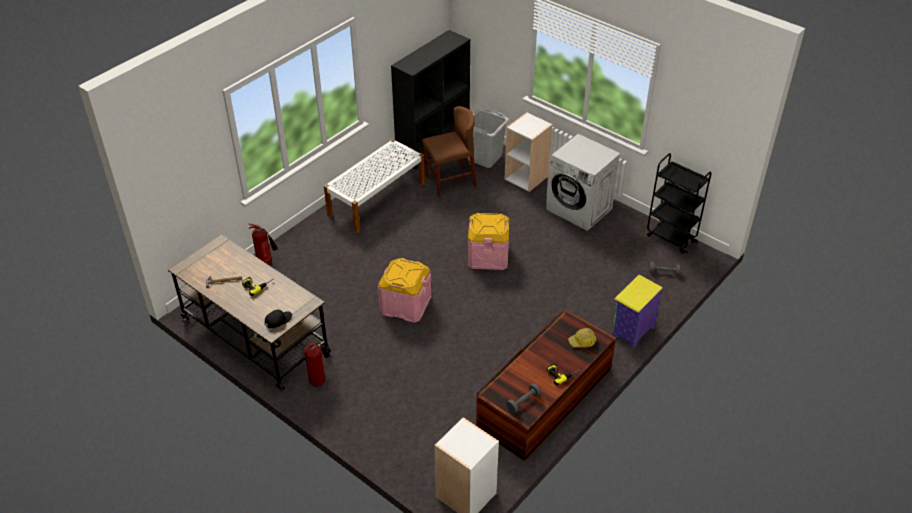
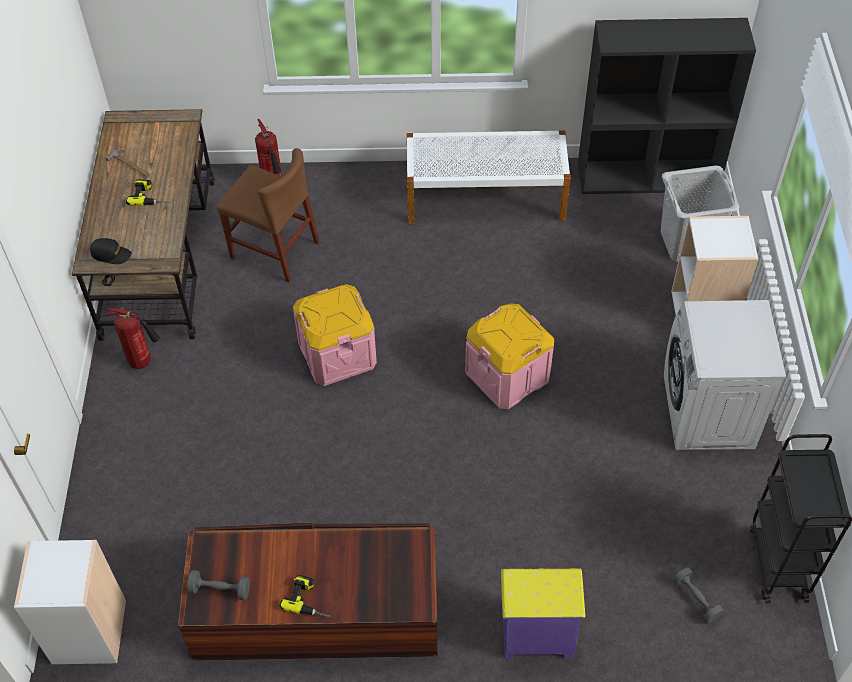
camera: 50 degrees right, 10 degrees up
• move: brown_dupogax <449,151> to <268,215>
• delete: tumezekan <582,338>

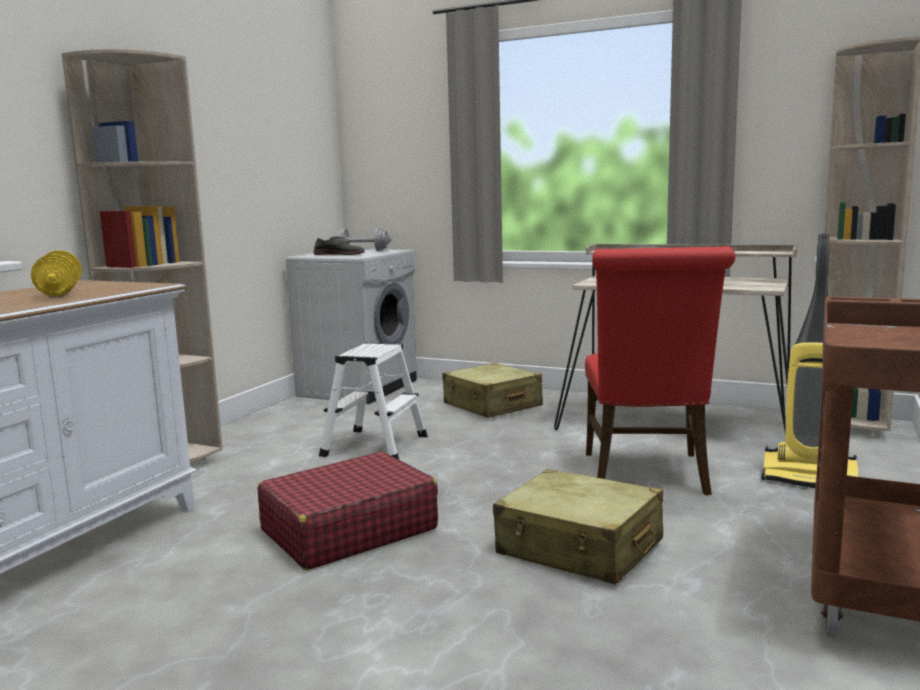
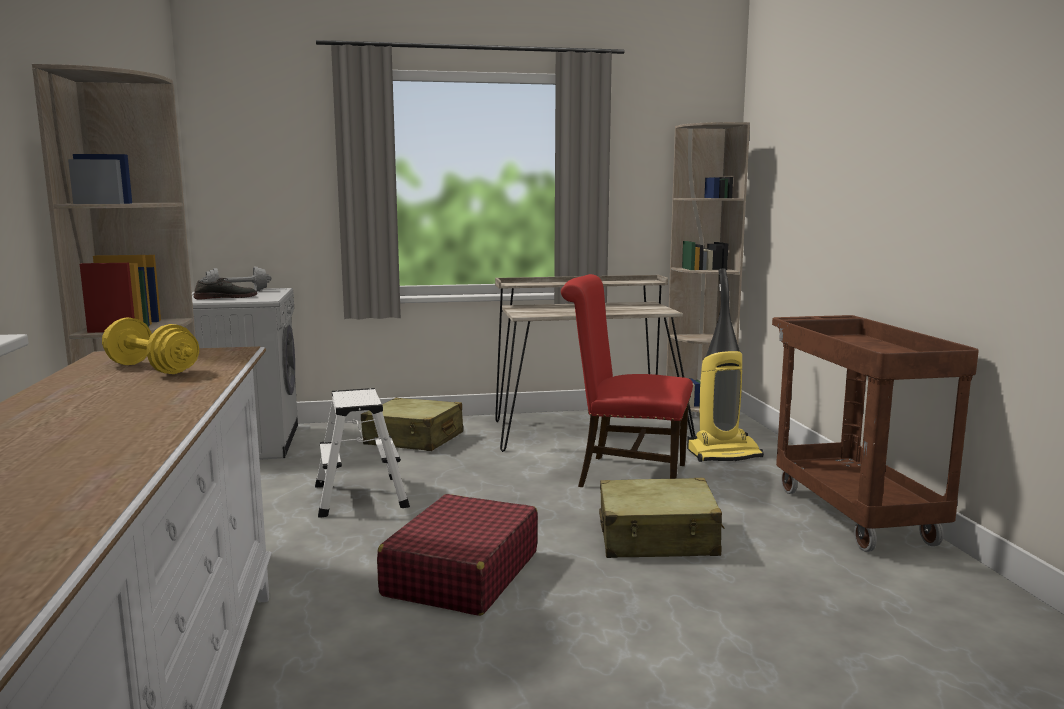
camera: 35 degrees left, 0 degrees up
• rotate: red_dupogax <660,370> = <627,380> 135 degrees clockwise

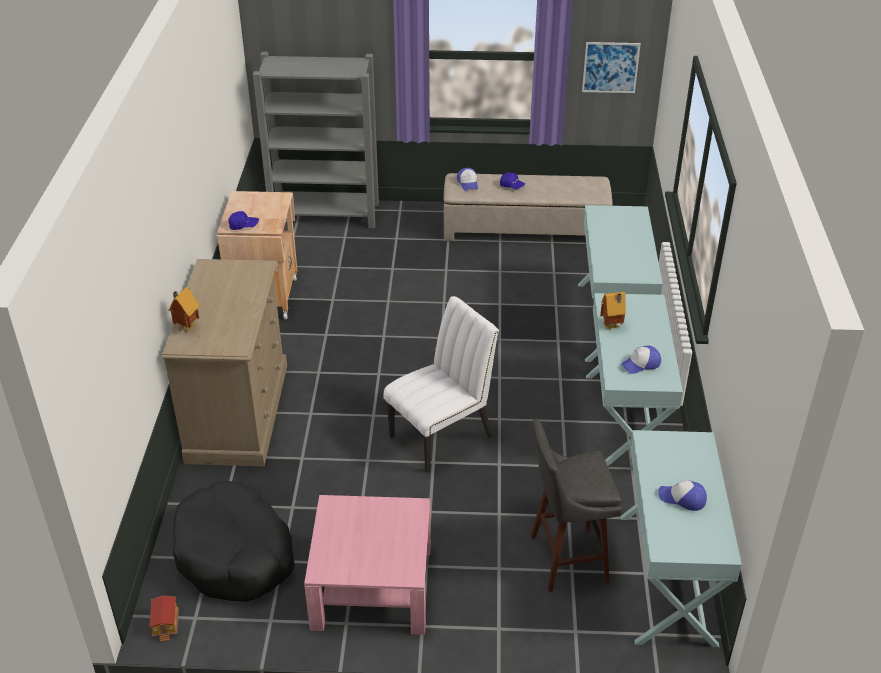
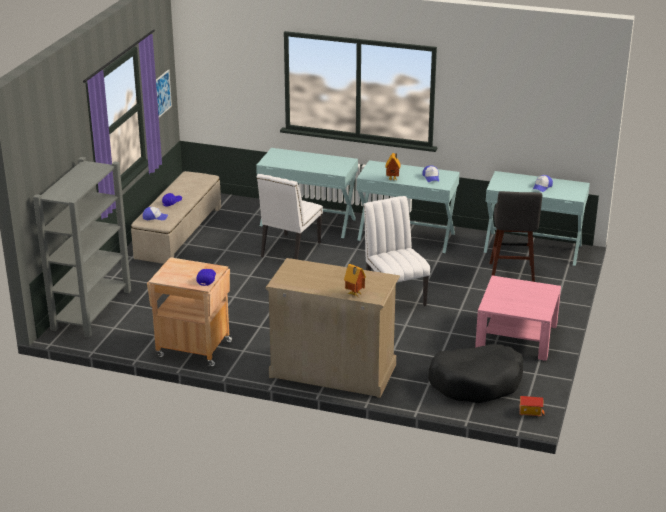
camera: 75 degrees left, 10 degrees down
• insert: white_dupogax <290,217>

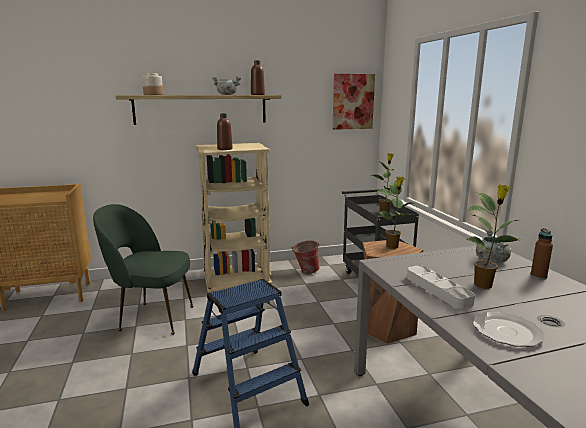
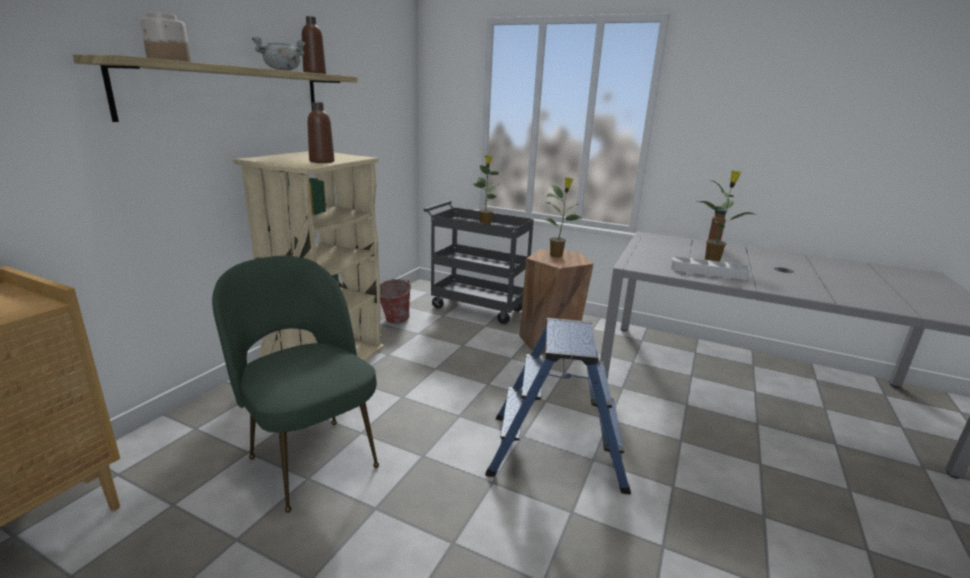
camera: 50 degrees left, 5 degrees up
• rotate: green_dupogax <143,269> = <295,384> 90 degrees clockwise
• delete: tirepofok <354,102>
• delete: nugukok <509,329>
• delete: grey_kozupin <493,246>

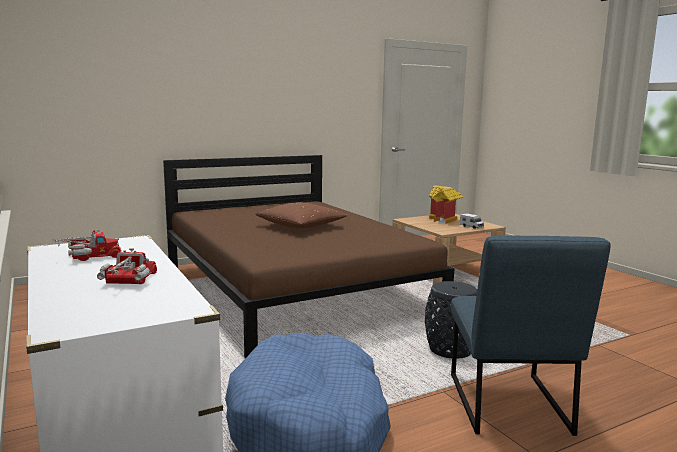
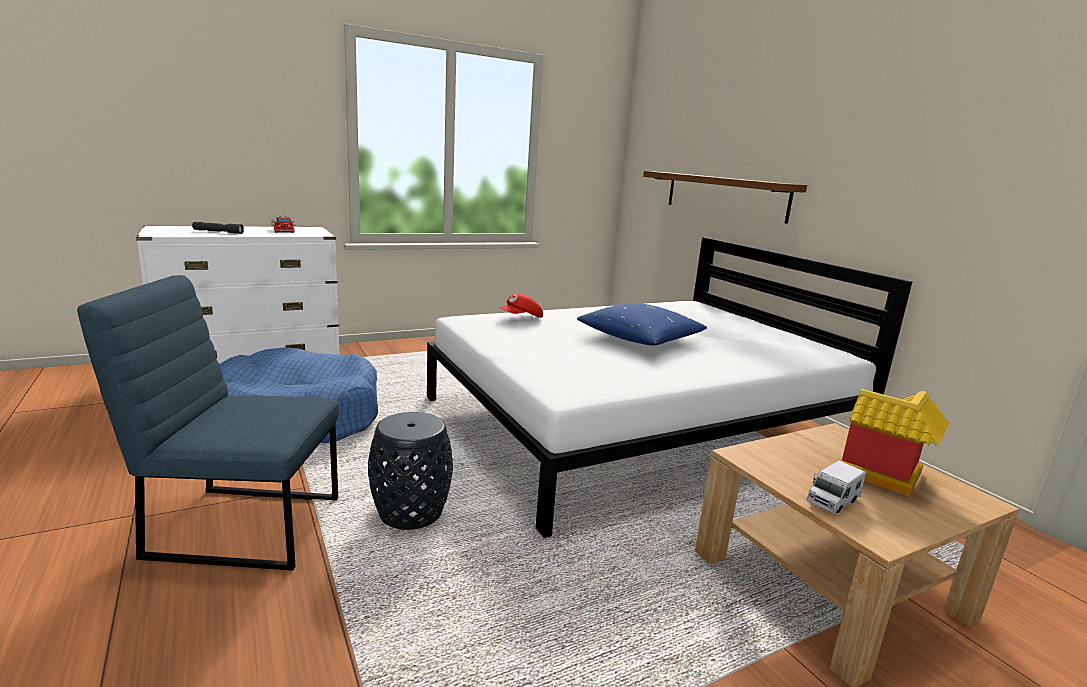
camera: 90 degrees right, 5 degrees up
• replace: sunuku <127,266> to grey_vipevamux <218,228>
• recolor: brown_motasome <308,256> to white_motasome <669,387>
• insert: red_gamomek <521,305>
• recolor: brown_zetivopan <301,215> to blue_zetivopan <642,324>
• insert: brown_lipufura <725,197>

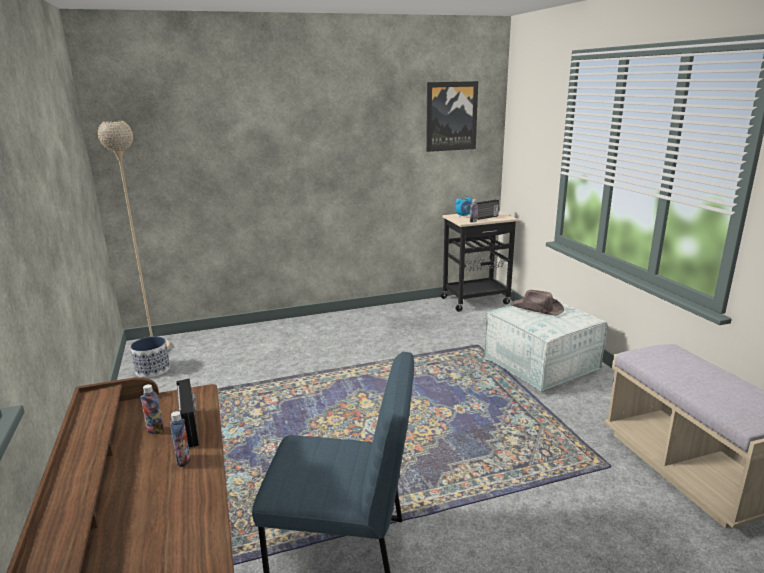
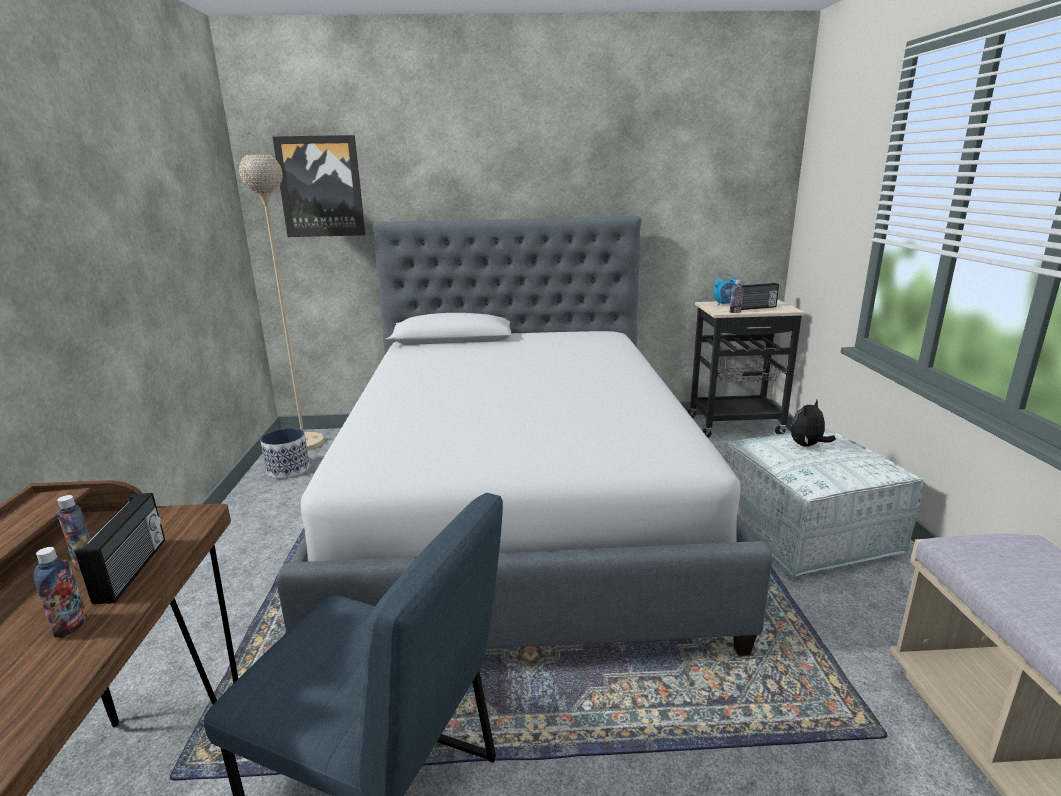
camera: 15 degrees right, 0 degrees up
• move: tirepofok <452,116> to <318,186>
• insert: motasome <524,436>
• replace: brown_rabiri <537,303> to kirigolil <813,423>

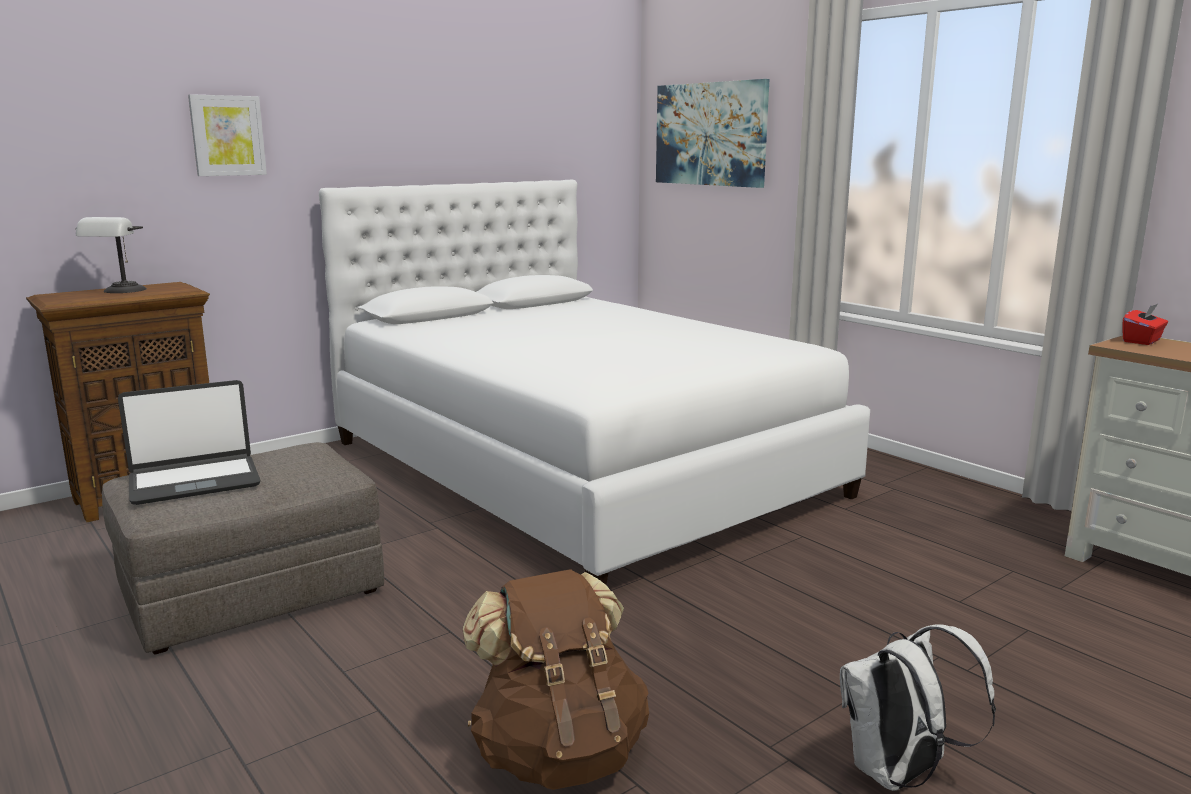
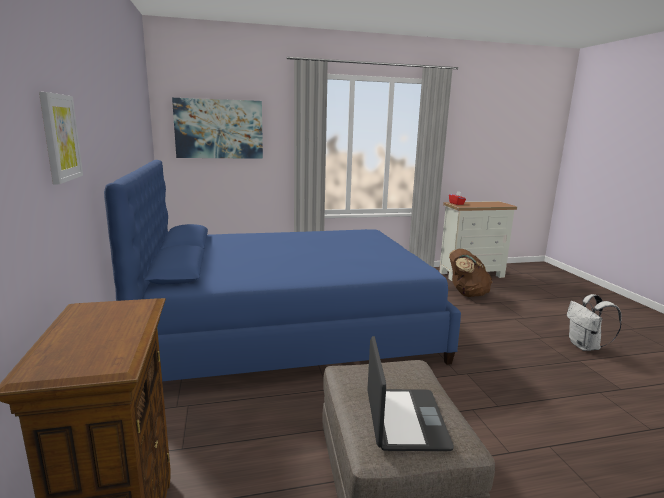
camera: 65 degrees left, 0 degrees up
• recolor: white_motasome <594,382> to blue_motasome <282,270>
• move: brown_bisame <555,679> to <471,273>
• delete: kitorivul <111,255>

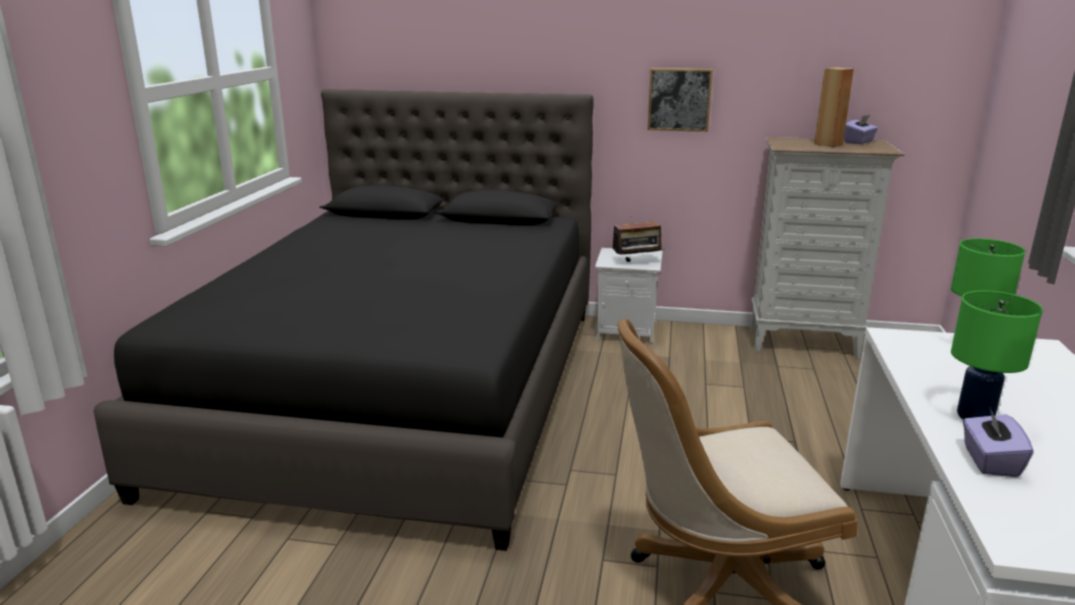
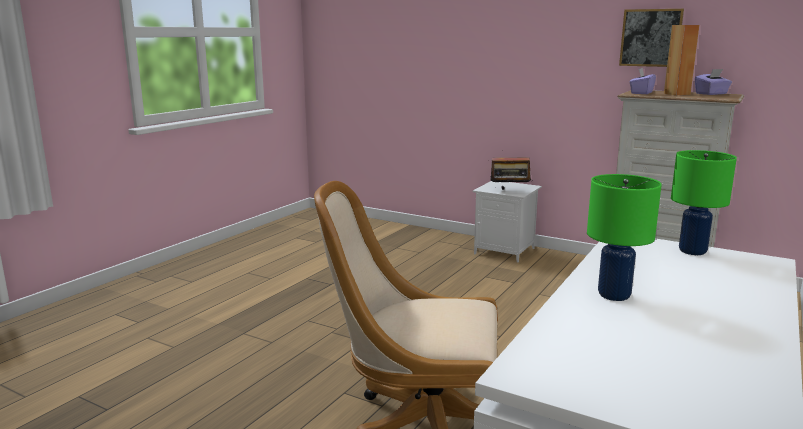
camera: 20 degrees right, 5 degrees down
• move: tirepofok <680,100> to <651,38>
• move: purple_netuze <998,443> to <643,81>
• delete: black_motasome <343,320>

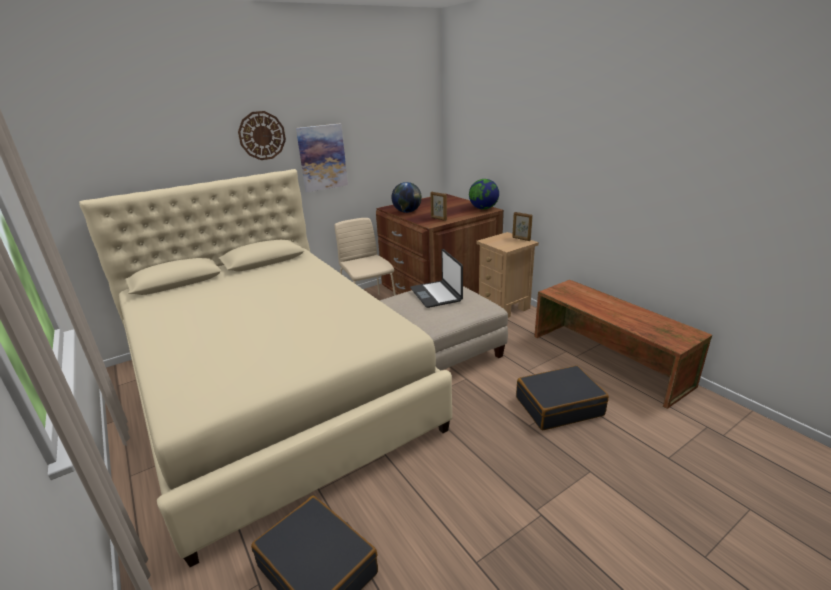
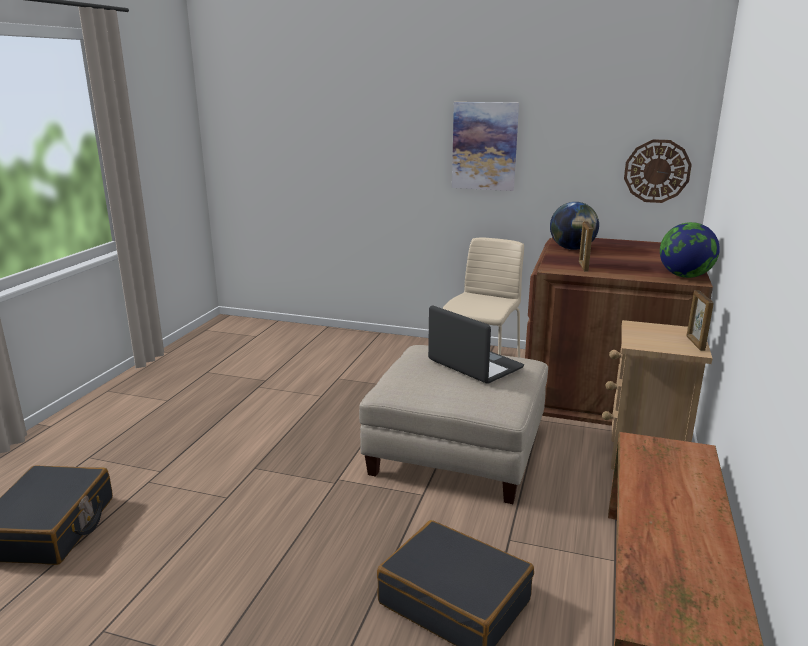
camera: 50 degrees right, 5 degrees down
• rotate: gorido <436,278> = <476,344> 105 degrees clockwise
• move: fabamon <262,135> to <658,171>
• delete: beige_motasome <265,368>

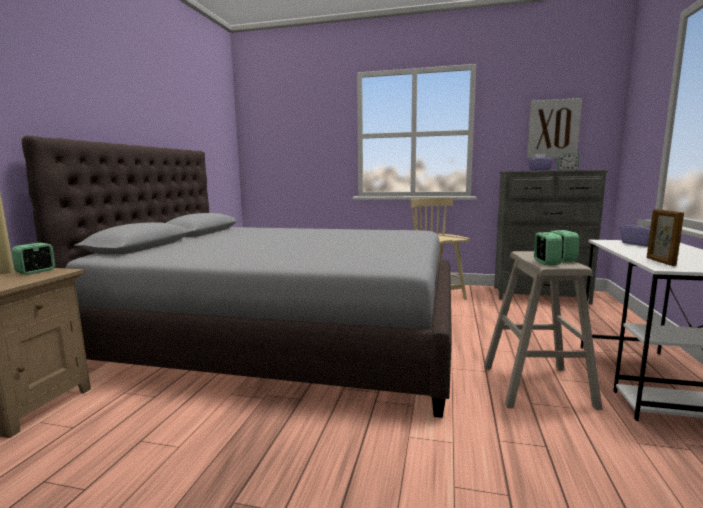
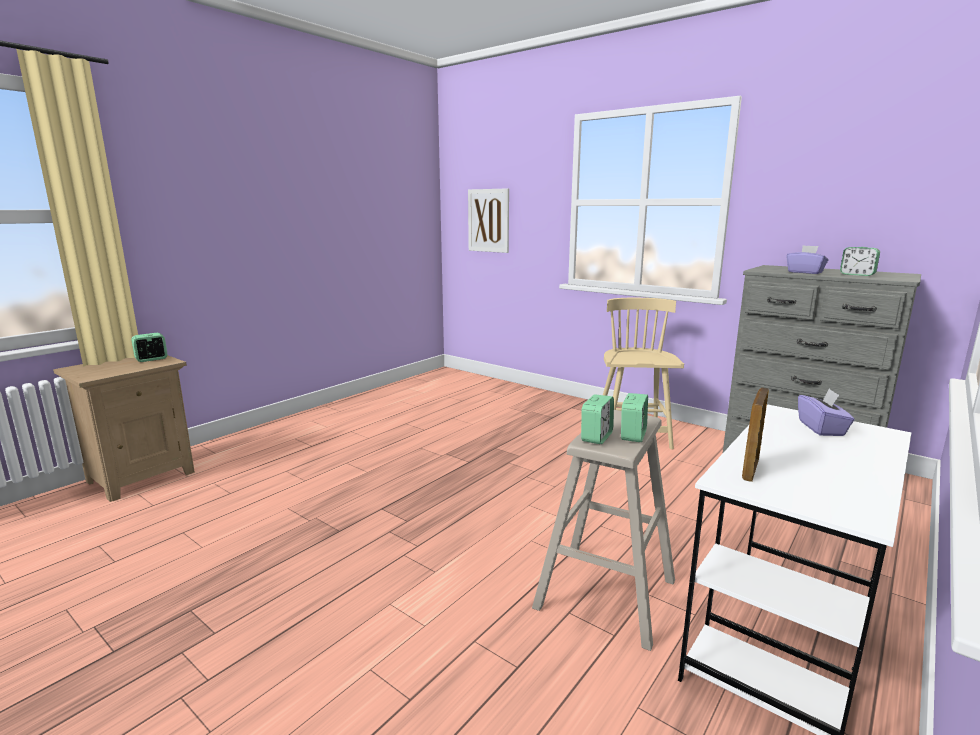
camera: 25 degrees right, 5 degrees up
• move: tirepofok <554,128> to <488,220>
• delete: grey_motasome <237,277>

